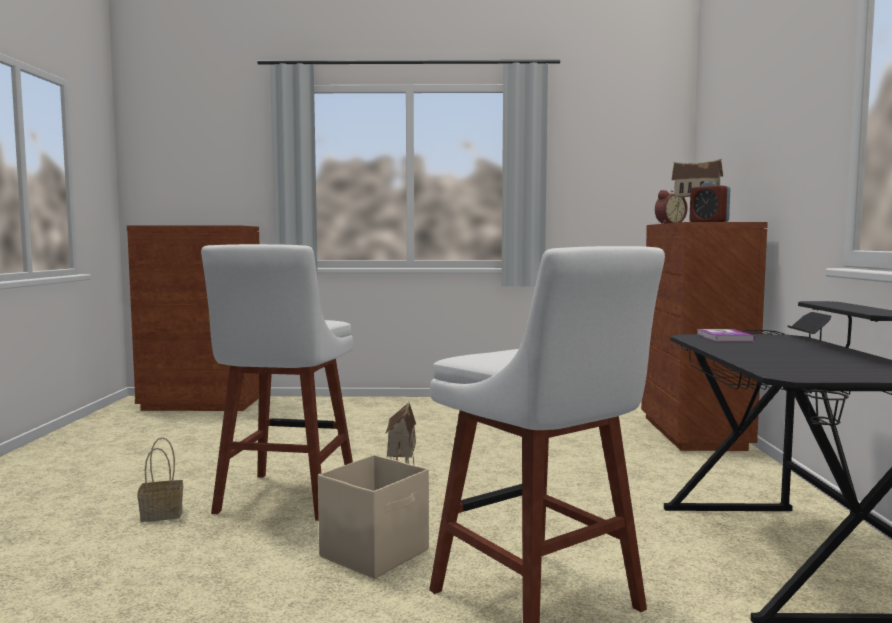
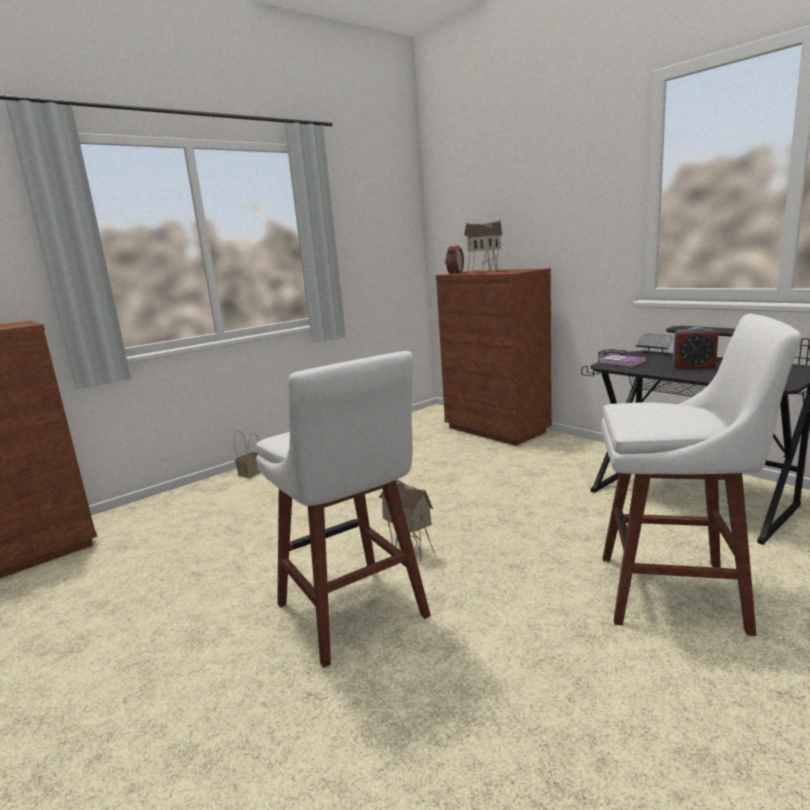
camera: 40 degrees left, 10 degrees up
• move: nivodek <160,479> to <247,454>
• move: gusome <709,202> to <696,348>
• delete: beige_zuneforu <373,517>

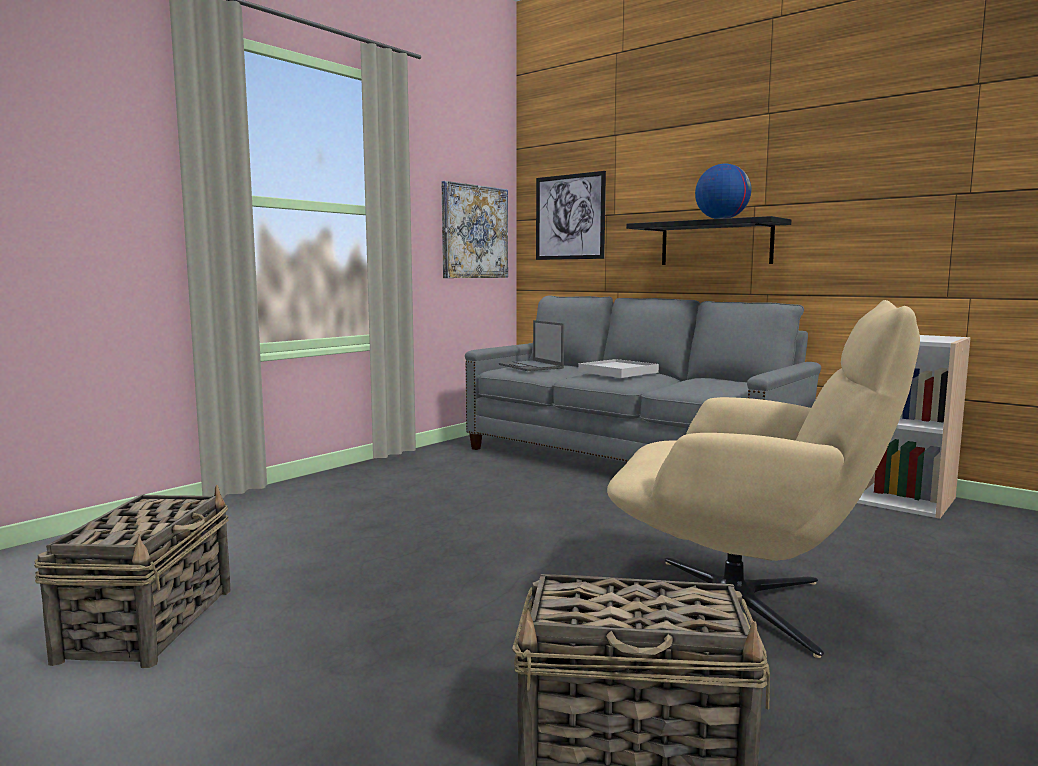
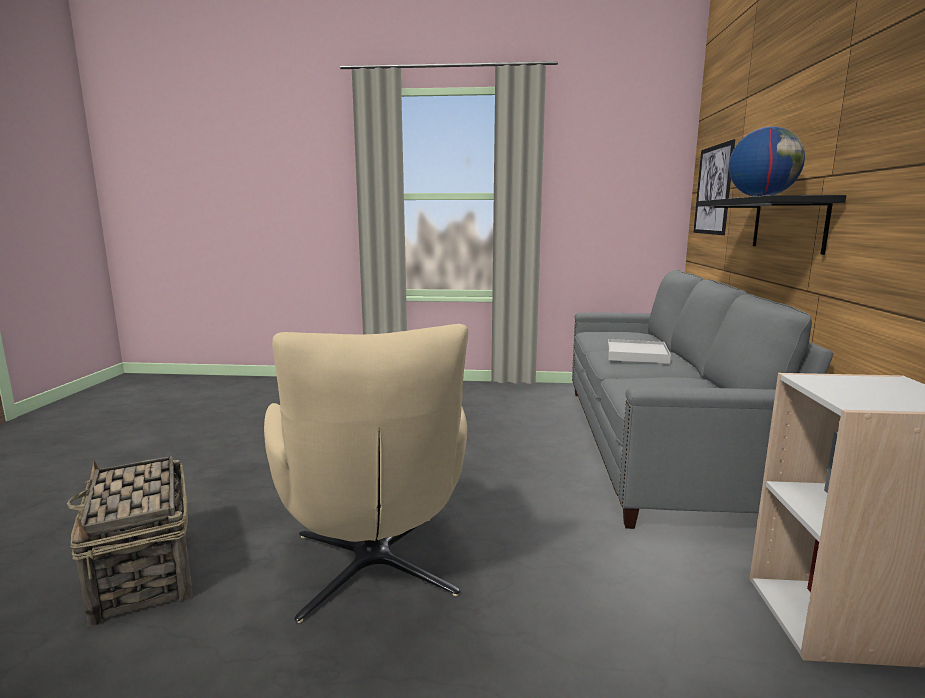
camera: 55 degrees right, 5 degrees up
• delete: nivodek <132,576>
• delete: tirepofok <475,229>
• delete: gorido <531,345>

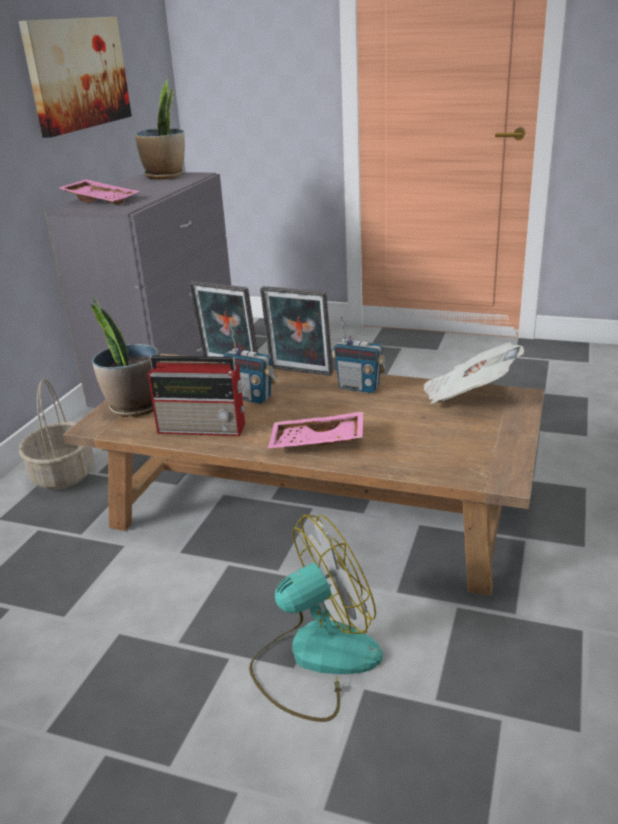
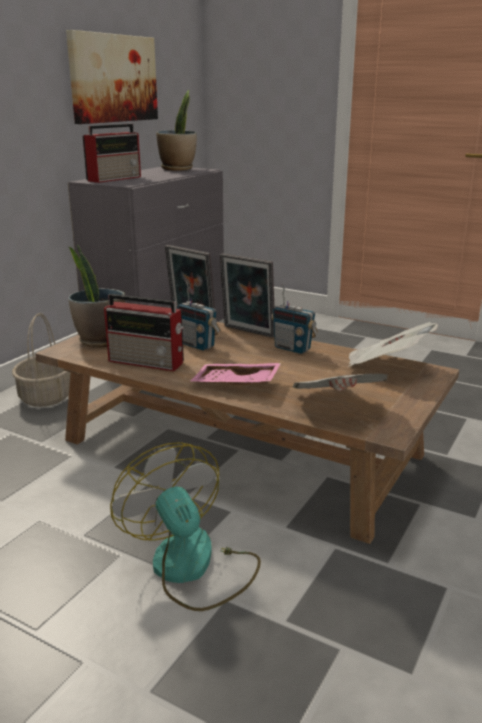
camera: 10 degrees right, 5 degrees down
• replace: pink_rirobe <99,192> to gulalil <112,153>
• rotate: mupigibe <316,618> = <185,526> 105 degrees counterclockwise
• insert: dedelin <340,382>

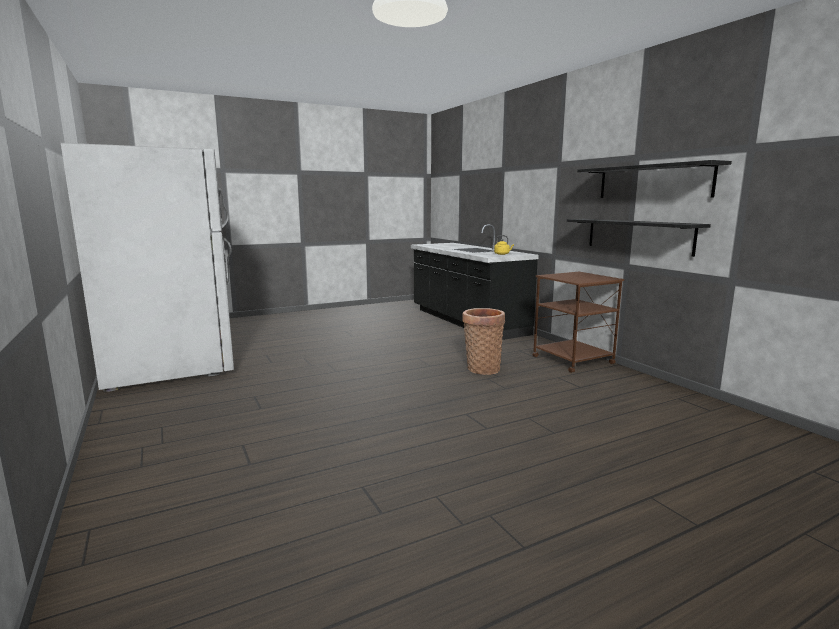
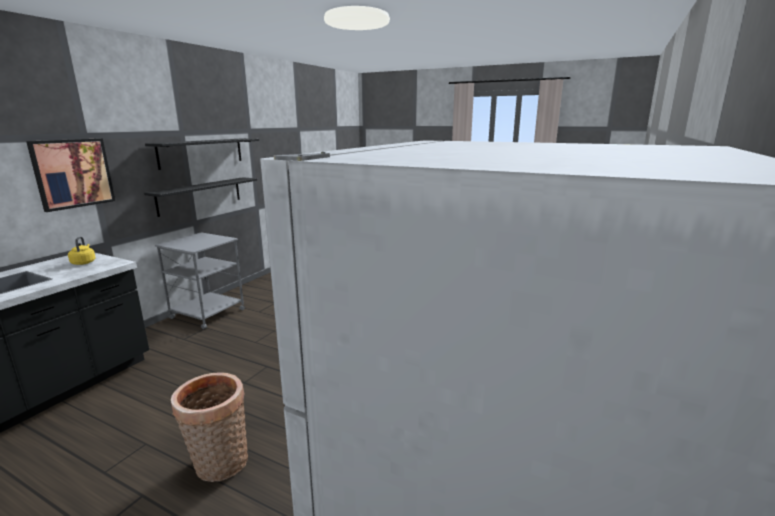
camera: 125 degrees left, 5 degrees up
• insert: tirepofok <70,175>
• recolor: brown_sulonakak <578,322> to grey_sulonakak <200,280>
• move: nivodek <483,341> to <209,427>

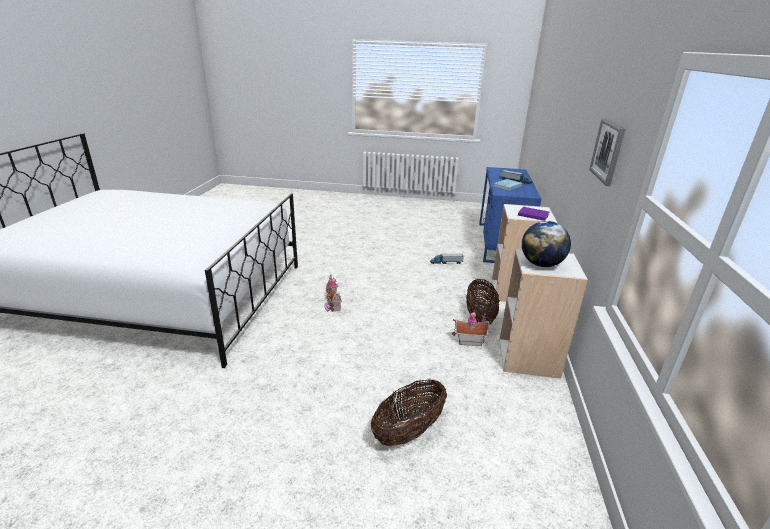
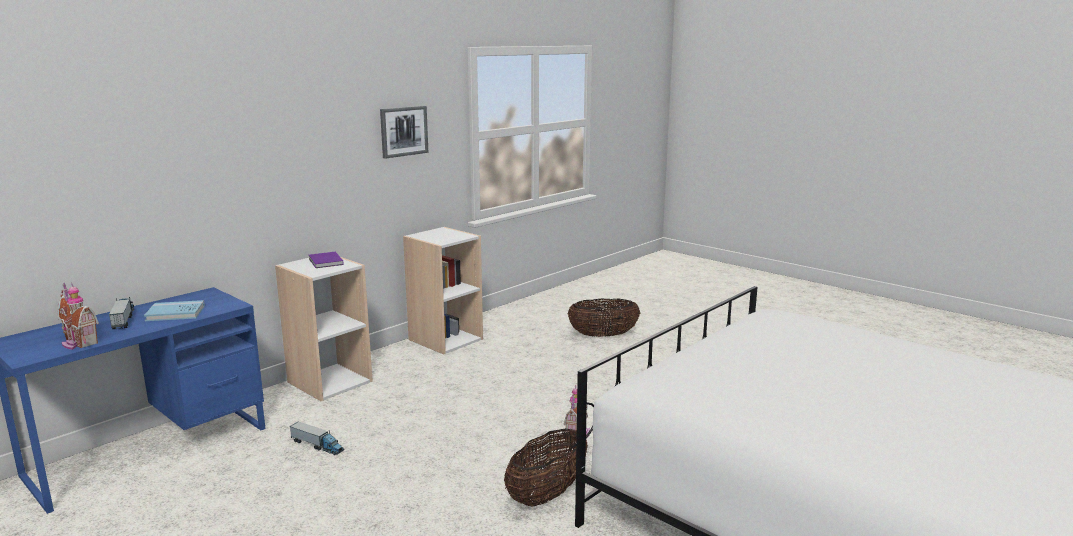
camera: 145 degrees left, 10 degrees down
• move: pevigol <472,328> to <78,316>
• move: nivodek <482,302> to <546,467>
• delete: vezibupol <546,244>

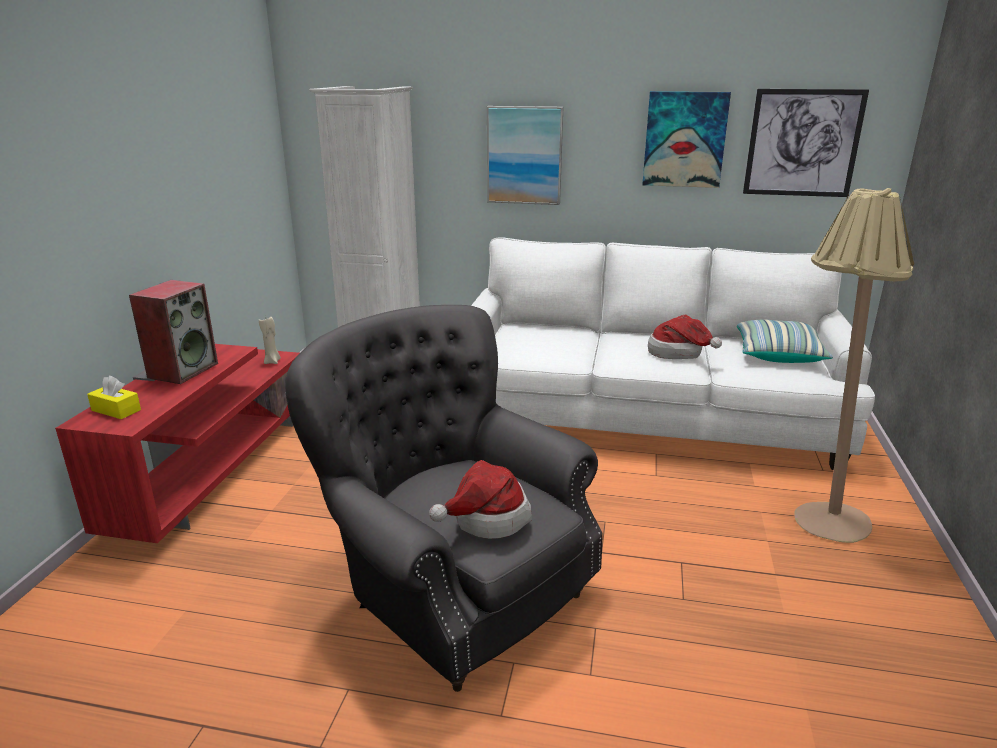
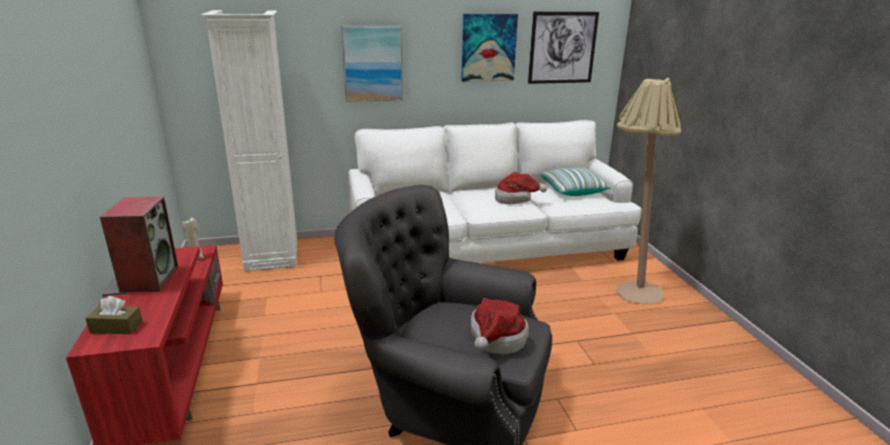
camera: 25 degrees left, 0 degrees up
• recolor: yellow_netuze <114,397> to brown_netuze <114,315>

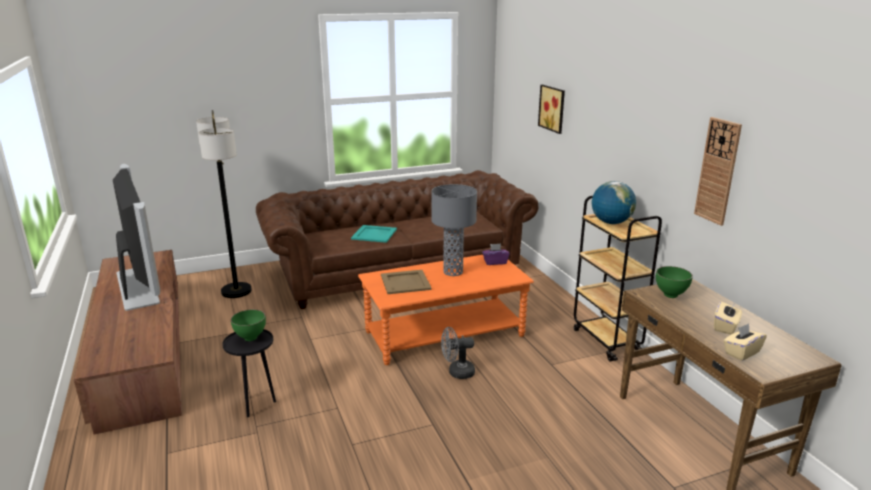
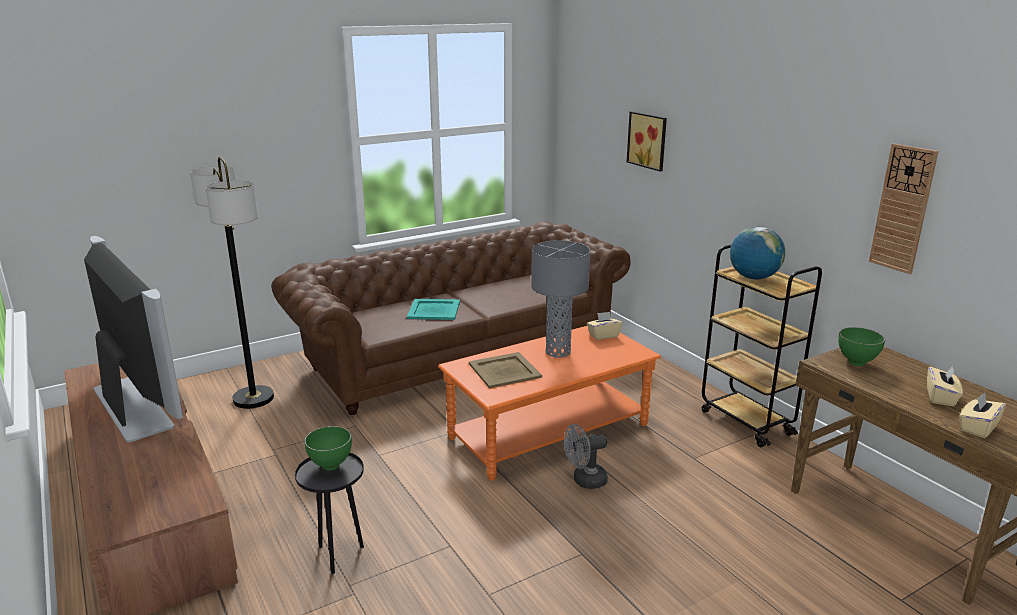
camera: 10 degrees left, 0 degrees up
• recolor: purple_netuze <496,254> to beige_netuze <604,326>

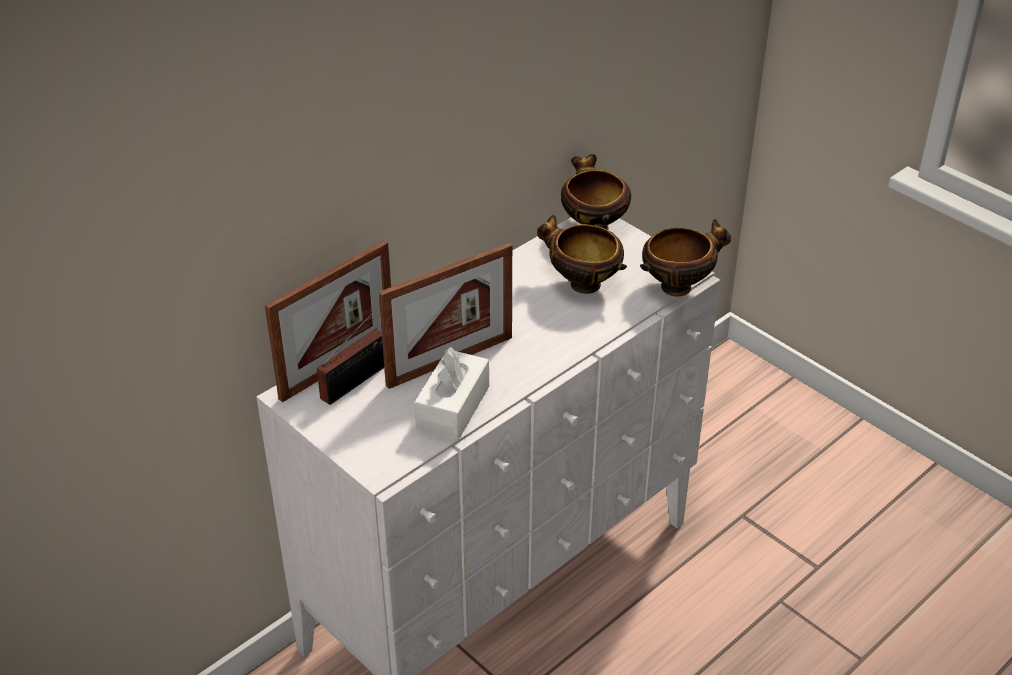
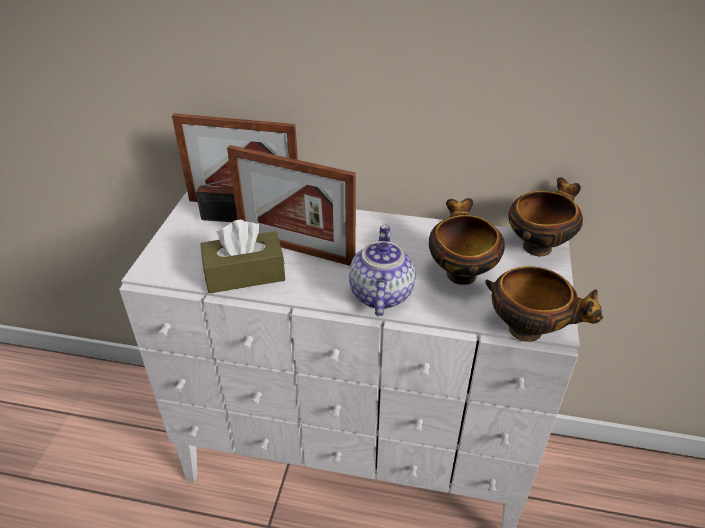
camera: 55 degrees right, 0 degrees up
• recolor: white_netuze <451,393> to brown_netuze <242,256>
• insert: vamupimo <382,270>

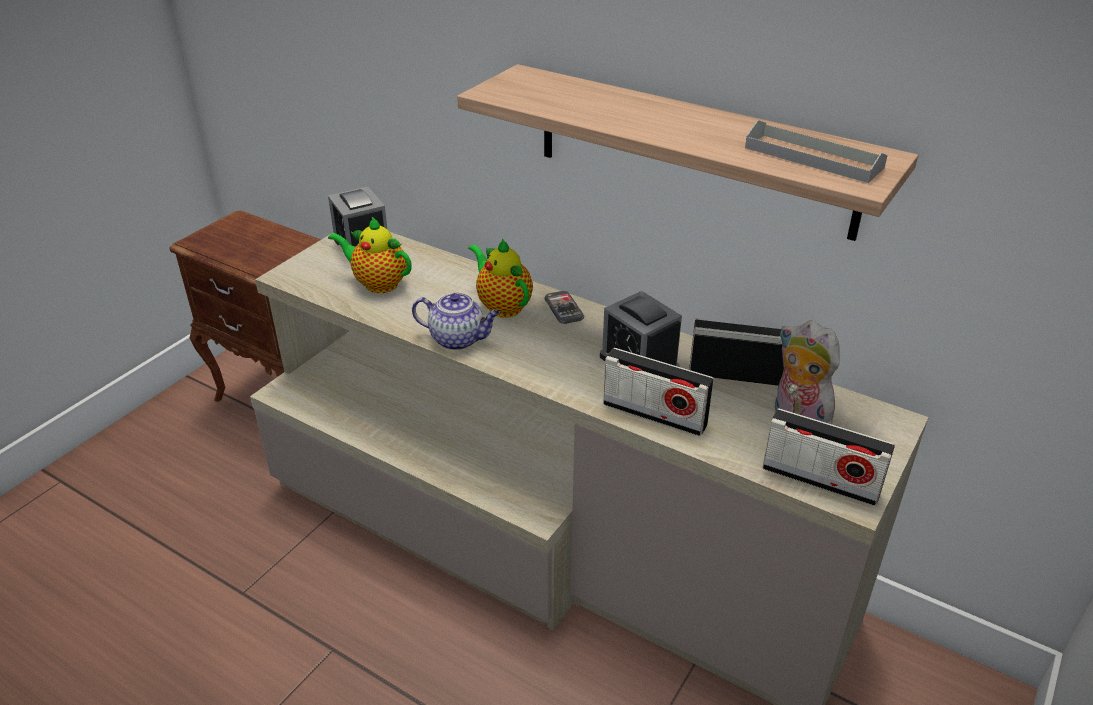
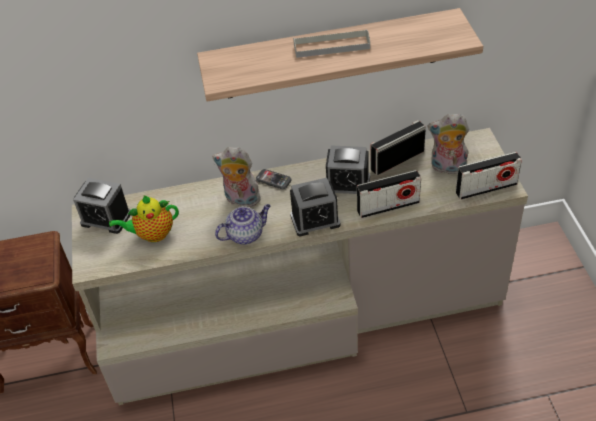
camera: 40 degrees left, 10 degrees up
• replace: vamupimo <500,278> to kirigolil <236,177>
• insert: gusome <315,207>
• move: grey_rirobe <816,151> to <331,43>

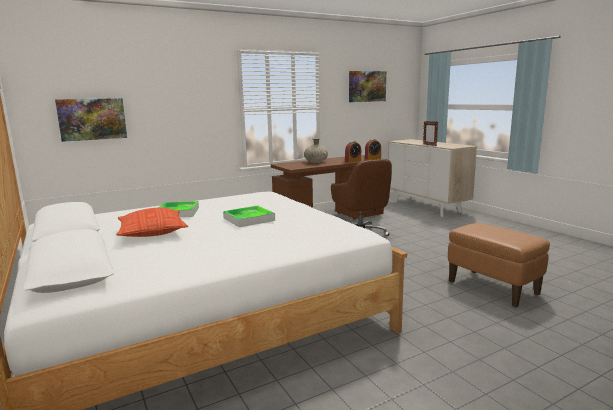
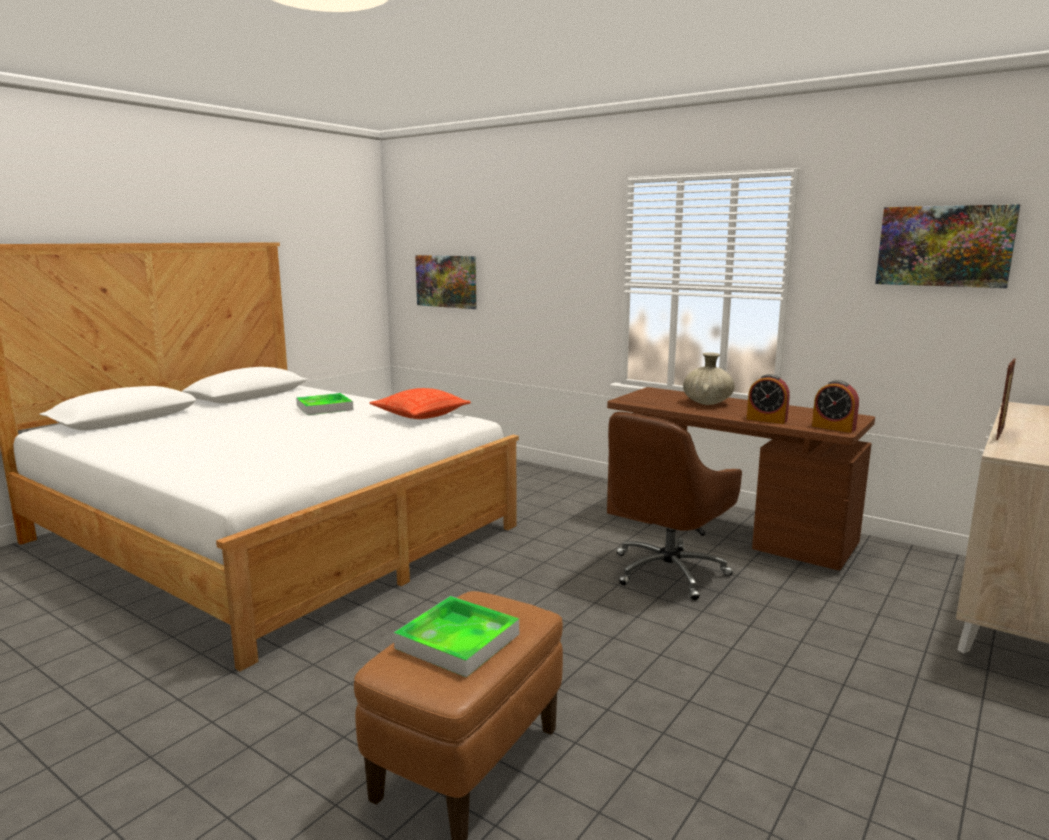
camera: 65 degrees right, 0 degrees up
• move: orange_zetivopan <152,222> to <420,403>
• move: rirobe <249,216> to <456,636>

